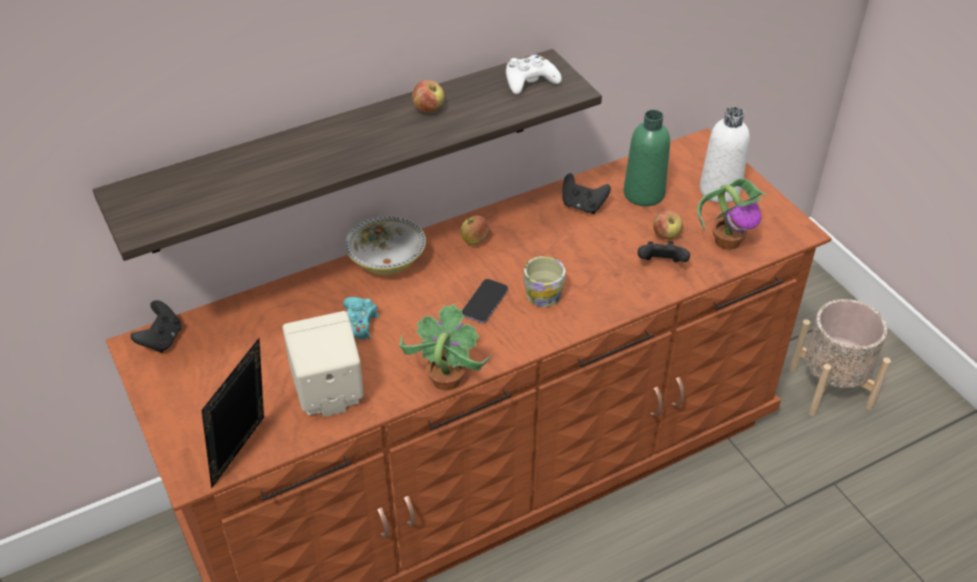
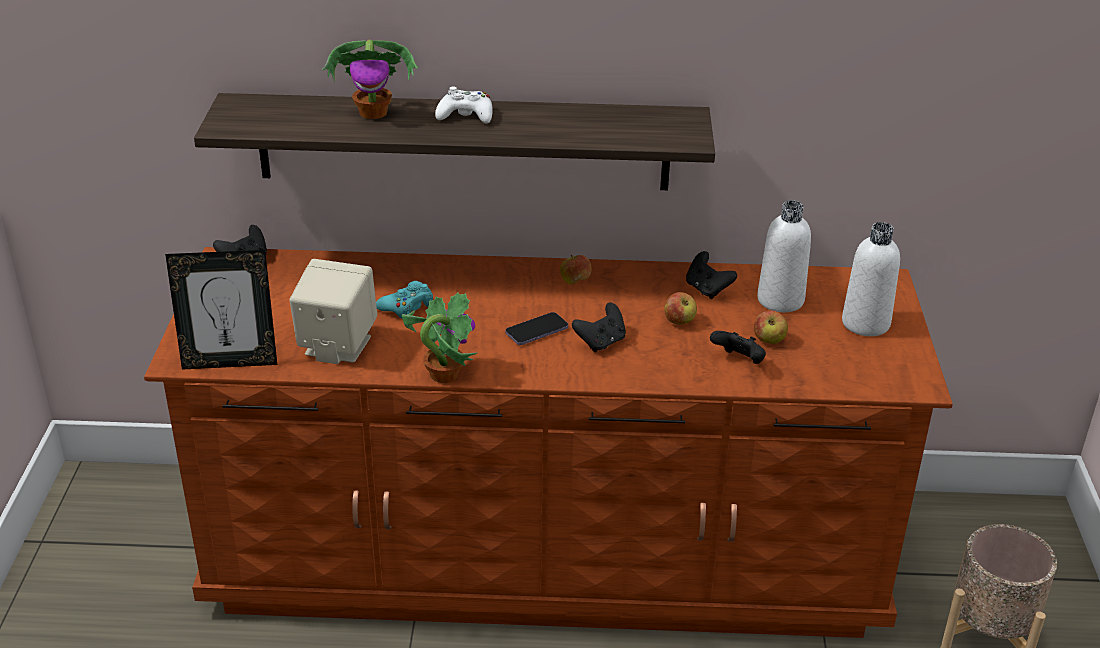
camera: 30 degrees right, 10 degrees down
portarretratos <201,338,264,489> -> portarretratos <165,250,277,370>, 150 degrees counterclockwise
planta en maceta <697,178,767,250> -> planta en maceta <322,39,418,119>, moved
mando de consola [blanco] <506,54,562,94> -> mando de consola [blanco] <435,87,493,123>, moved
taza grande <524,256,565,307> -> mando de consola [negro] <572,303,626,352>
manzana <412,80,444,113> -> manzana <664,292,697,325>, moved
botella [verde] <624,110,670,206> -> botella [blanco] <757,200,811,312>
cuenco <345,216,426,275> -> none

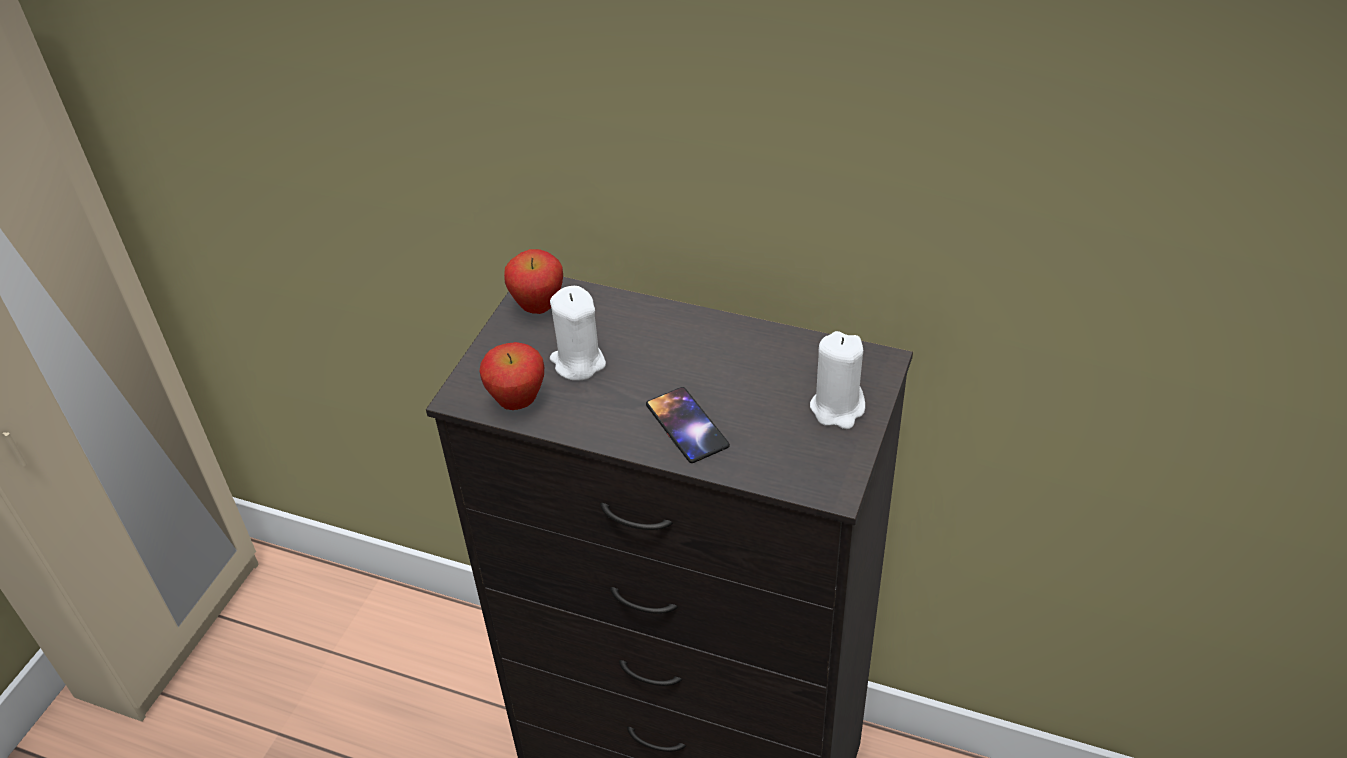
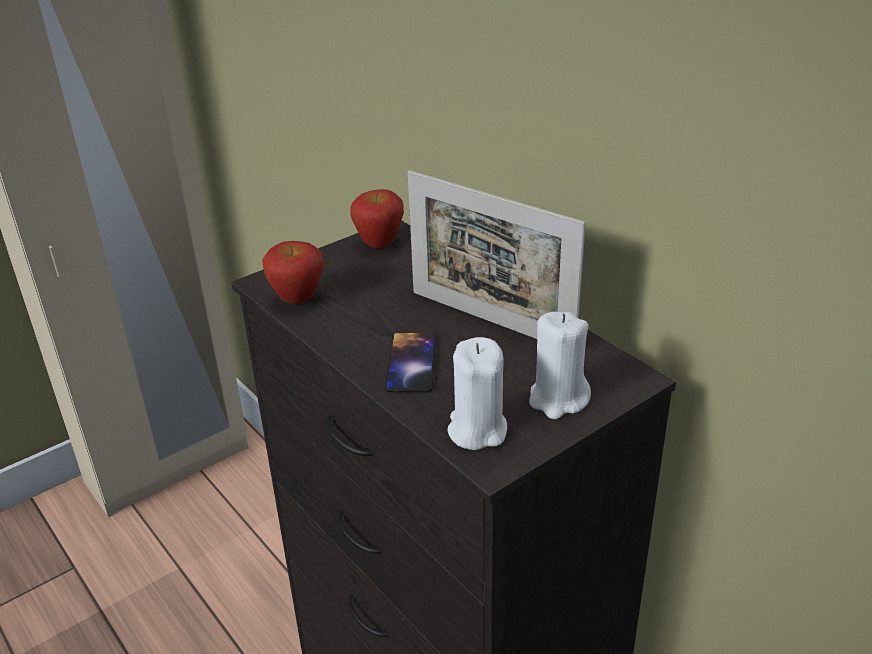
camera: 30 degrees right, 10 degrees down
none -> portarretratos <408,170,586,339>
vela [blanco] <550,286,606,381> -> vela [blanco] <447,337,507,450>, moved

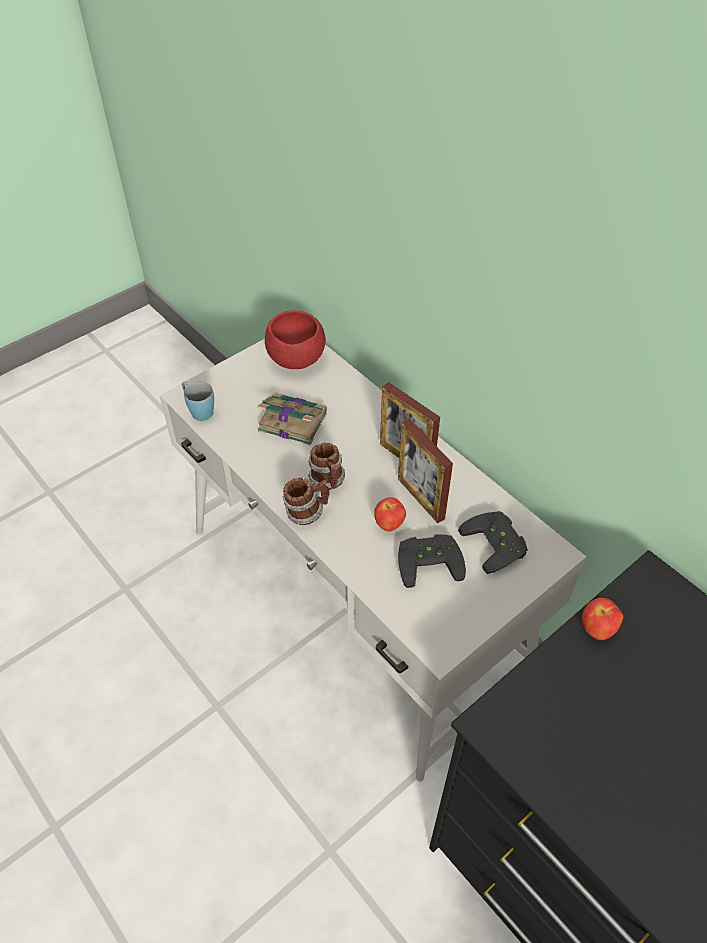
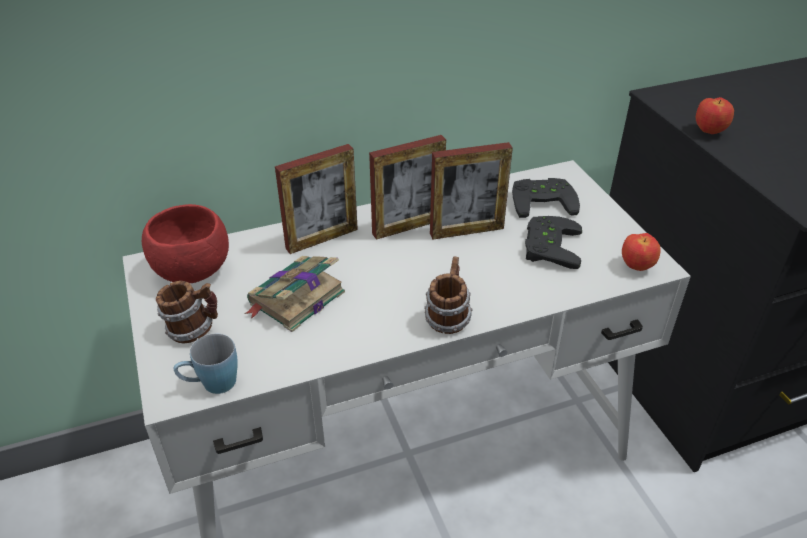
camera: 70 degrees left, 10 degrees down
taza grande <308,443,345,490> -> taza grande <156,281,218,344>, moved
none -> portarretratos <275,144,358,254>
manzana <374,497,406,532> -> manzana <622,233,661,271>, moved

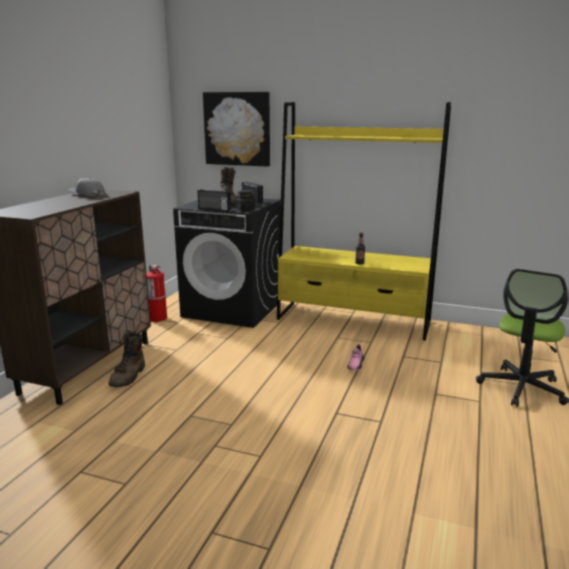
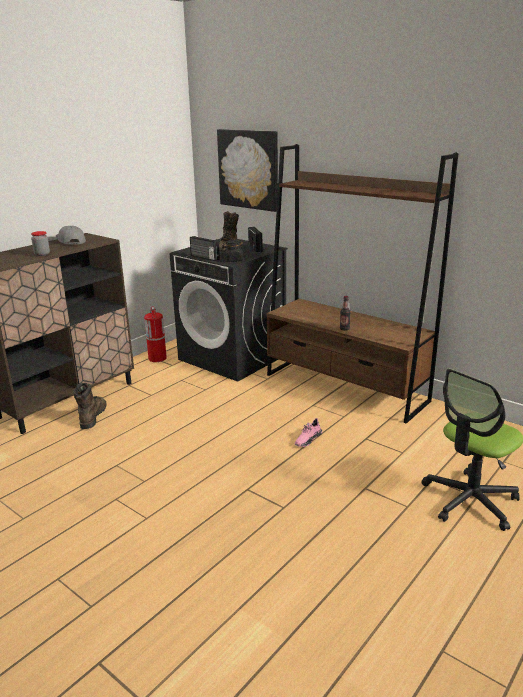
camera: 20 degrees right, 5 degrees up
none -> tarro <31,231,50,256>
bota [marrón] <109,332,145,387> -> bota [marrón] <73,383,106,429>, 150 degrees clockwise
estantería [amarillo] <277,102,451,340> -> estantería [marrón] <267,144,458,424>

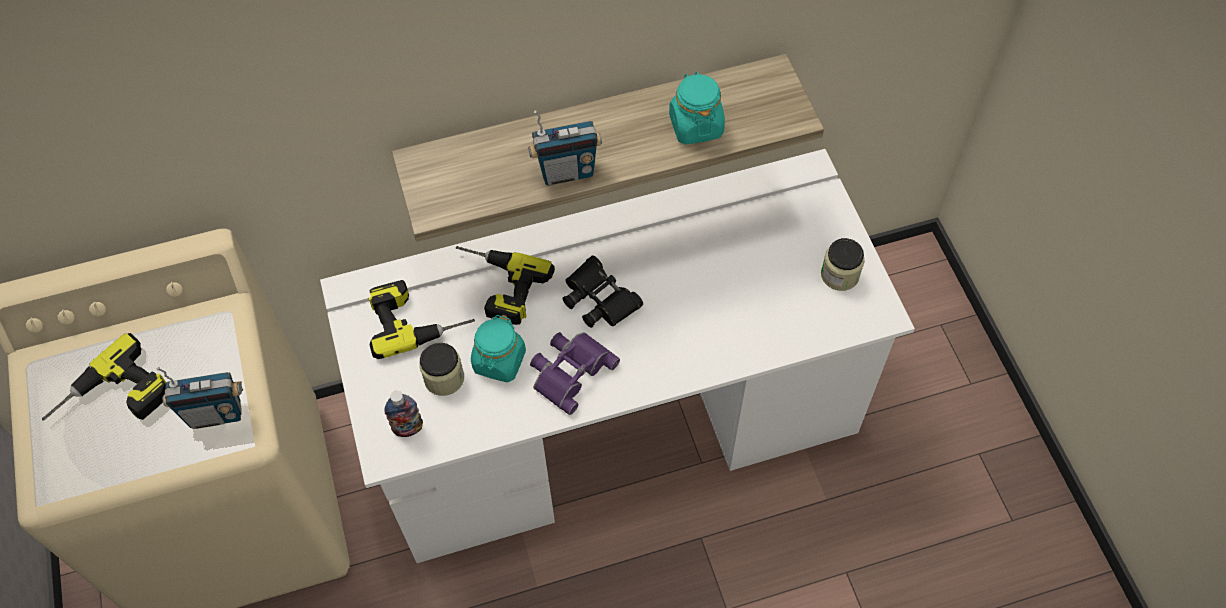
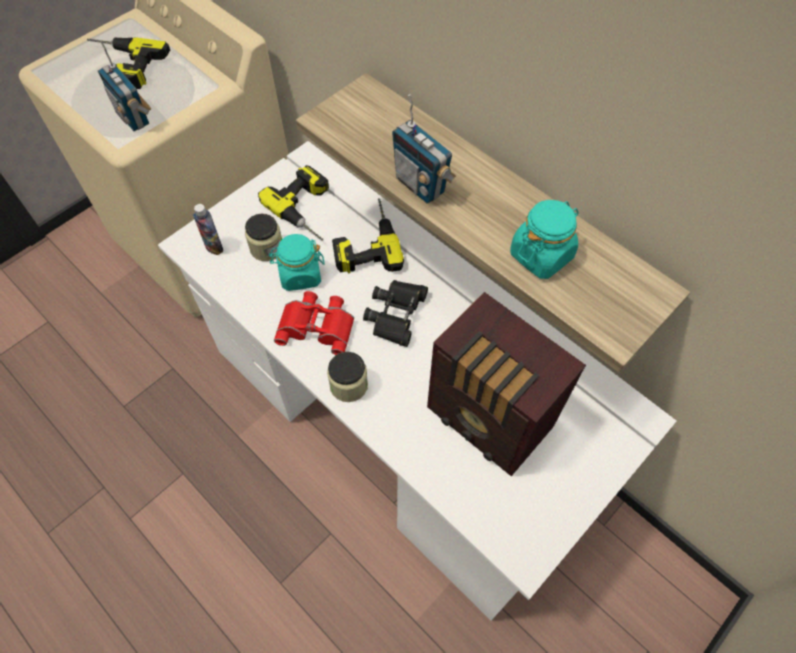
camera: 60 degrees right, 0 degrees up
prismáticos [morado] <530,332,620,415> -> prismáticos [rojo] <274,291,354,355>
tarro <821,238,865,291> -> tarro <327,352,368,402>, moved
none -> radio <427,292,586,476>

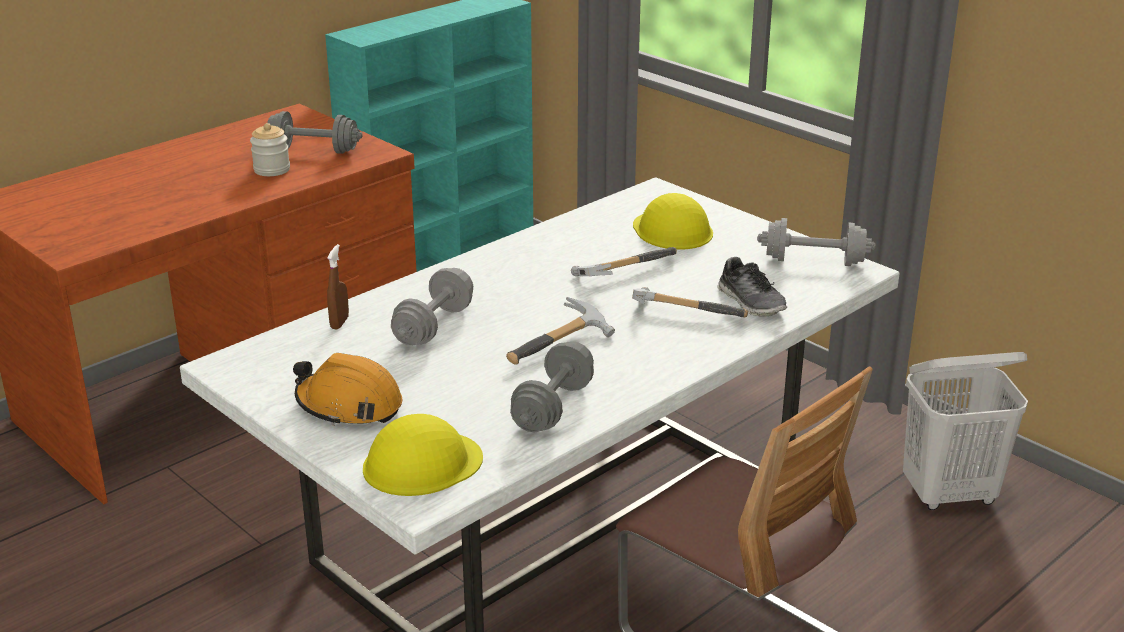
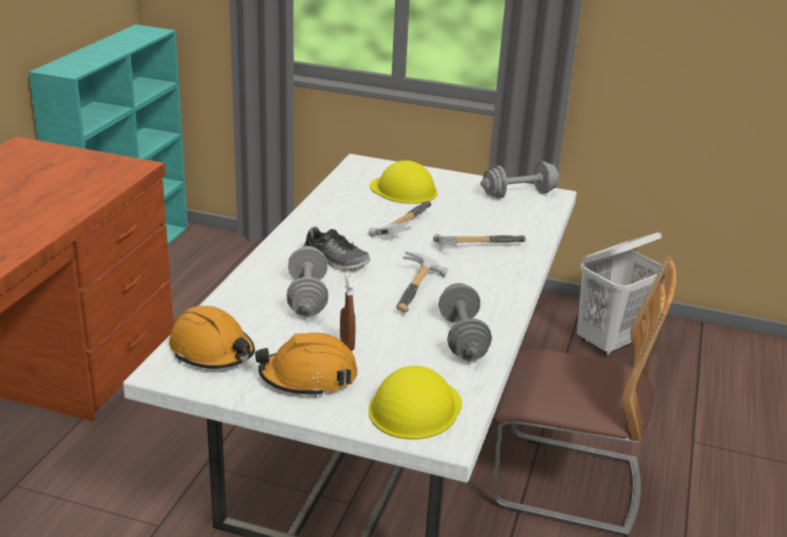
camera: 30 degrees left, 0 degrees up
none -> casco [naranja] <169,306,255,369>
zapato <717,257,787,317> -> zapato <303,227,370,272>, moved
pulverizador [marrón] <327,244,349,329> -> pulverizador [marrón] <340,273,355,351>, moved
tarro <250,123,290,176> -> none
mancuerna [gris] <267,111,363,154> -> none

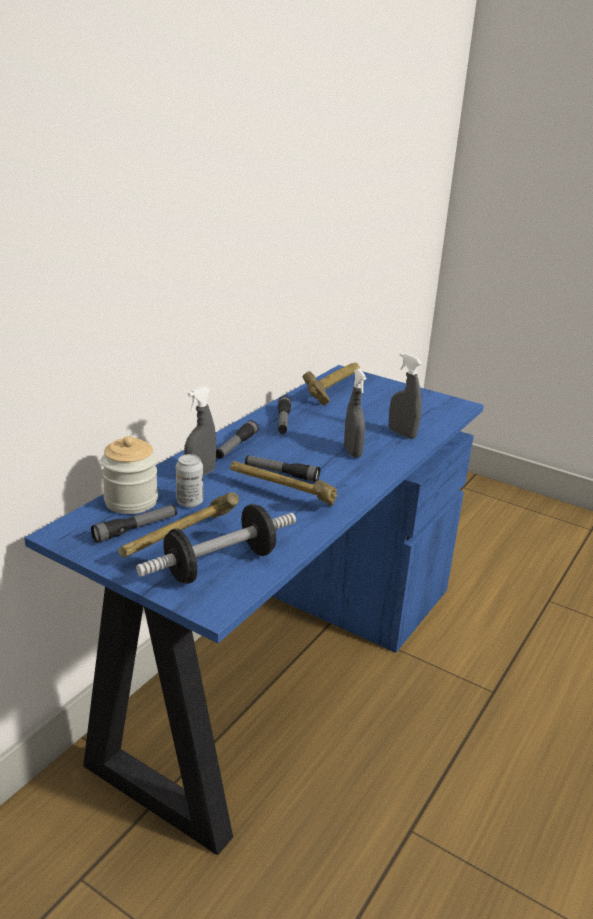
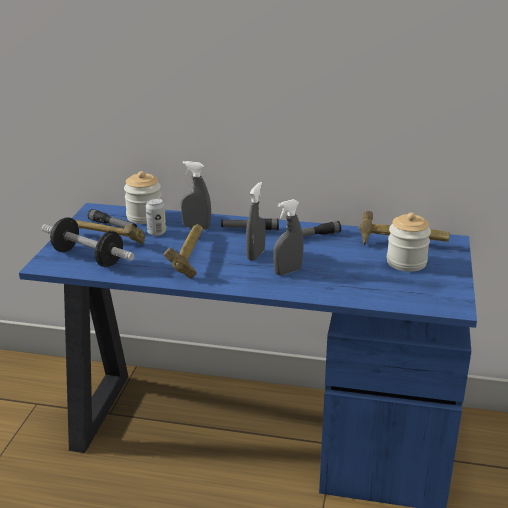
camera: 70 degrees right, 0 degrees up
pulverizador [gris] <389,352,422,439> -> pulverizador [gris] <246,182,266,261>, moved
none -> tarro <387,212,431,272>
linterna <245,455,320,482> -> none

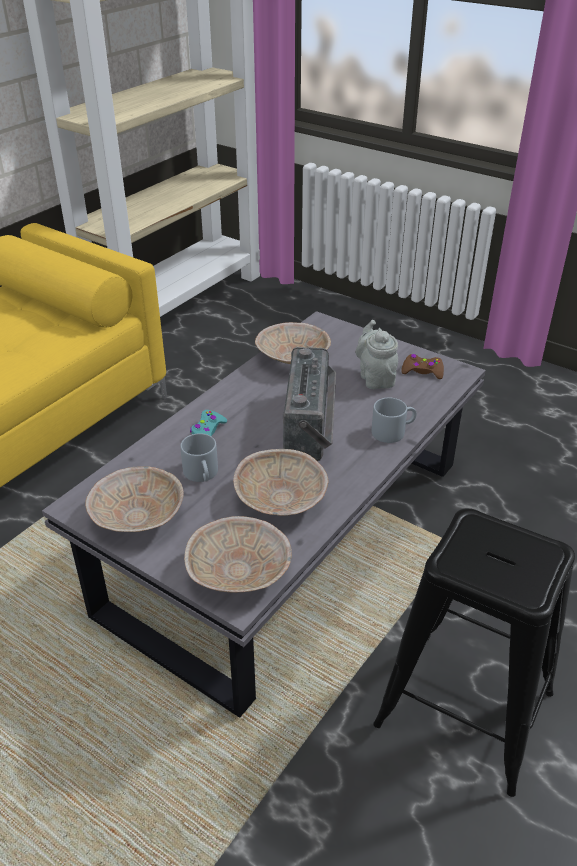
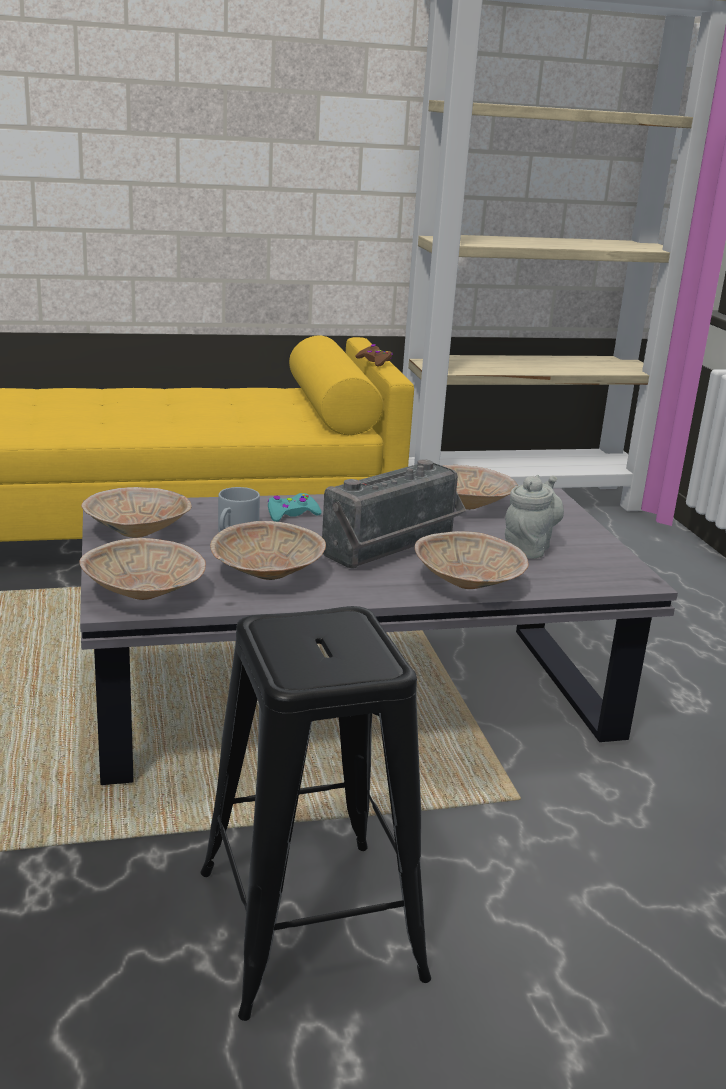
camera: 40 degrees right, 15 degrees down
mando de consola [marrón] <401,354,444,379> -> mando de consola [marrón] <355,344,393,367>, moved
taza grande [gris] <372,397,417,443> -> cuenco [beis] <415,531,529,589>

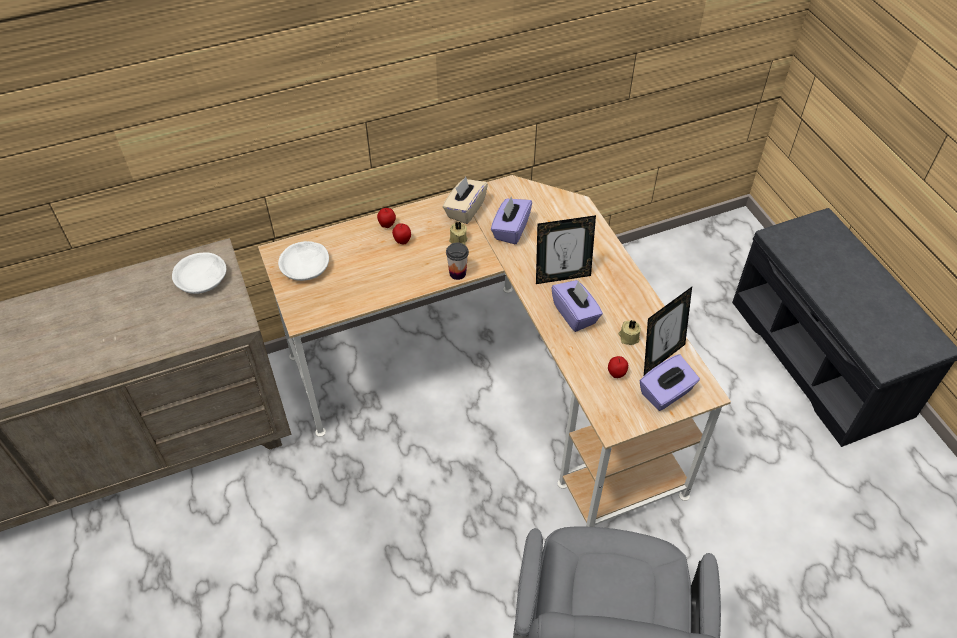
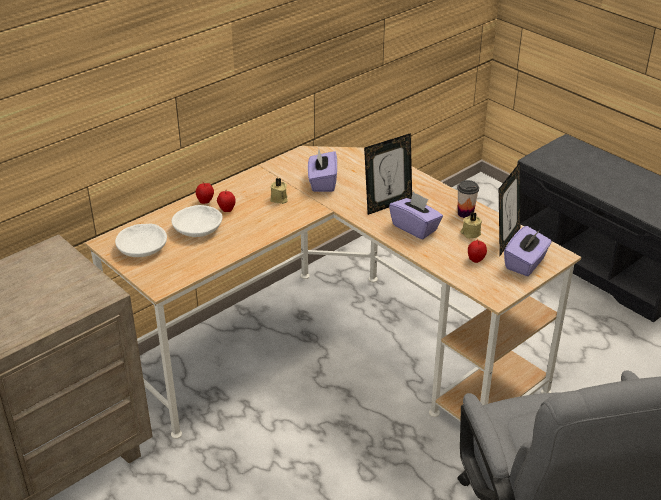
camera: 20 degrees left, 15 degrees down
cuenco [blanco] <172,252,227,294> -> cuenco [blanco] <172,205,223,237>, moved
taza <446,242,469,280> -> taza <457,180,479,218>, moved
caja de pañuelos [beis] <443,177,488,224> -> none

